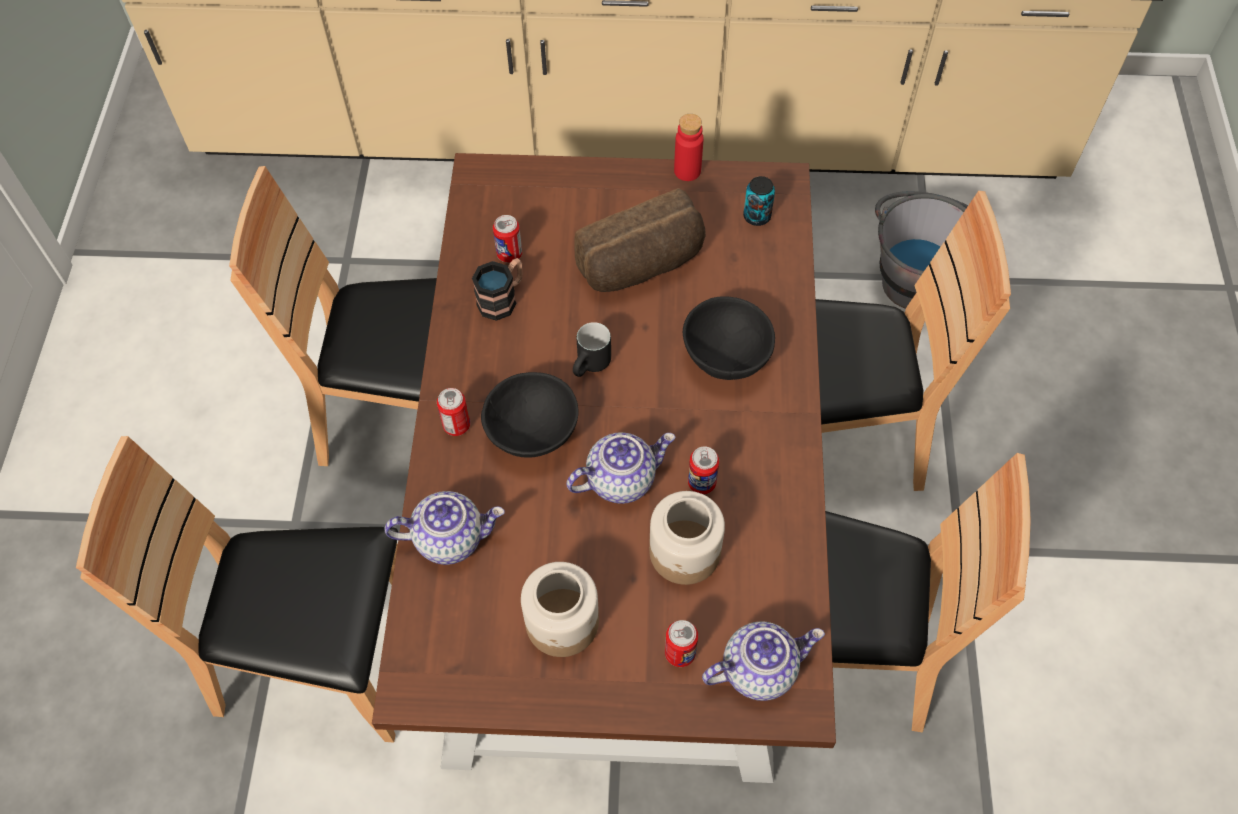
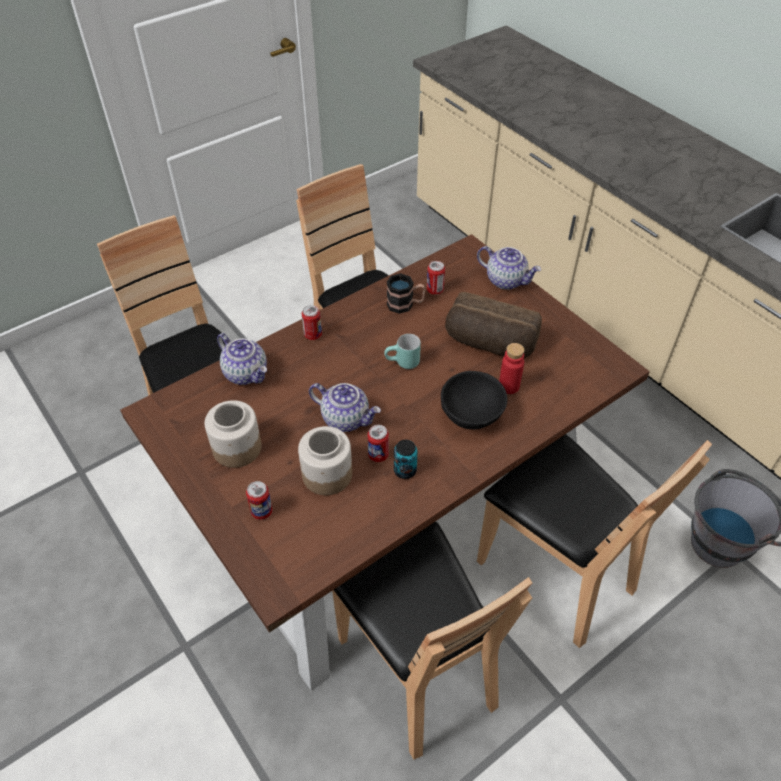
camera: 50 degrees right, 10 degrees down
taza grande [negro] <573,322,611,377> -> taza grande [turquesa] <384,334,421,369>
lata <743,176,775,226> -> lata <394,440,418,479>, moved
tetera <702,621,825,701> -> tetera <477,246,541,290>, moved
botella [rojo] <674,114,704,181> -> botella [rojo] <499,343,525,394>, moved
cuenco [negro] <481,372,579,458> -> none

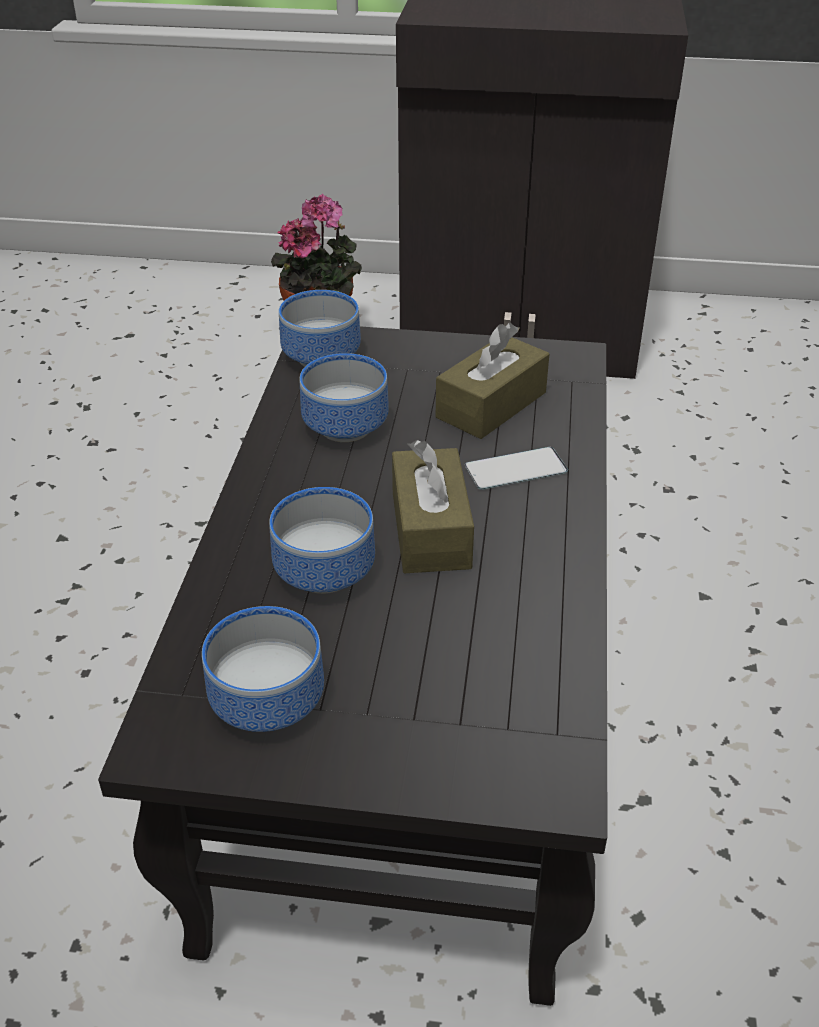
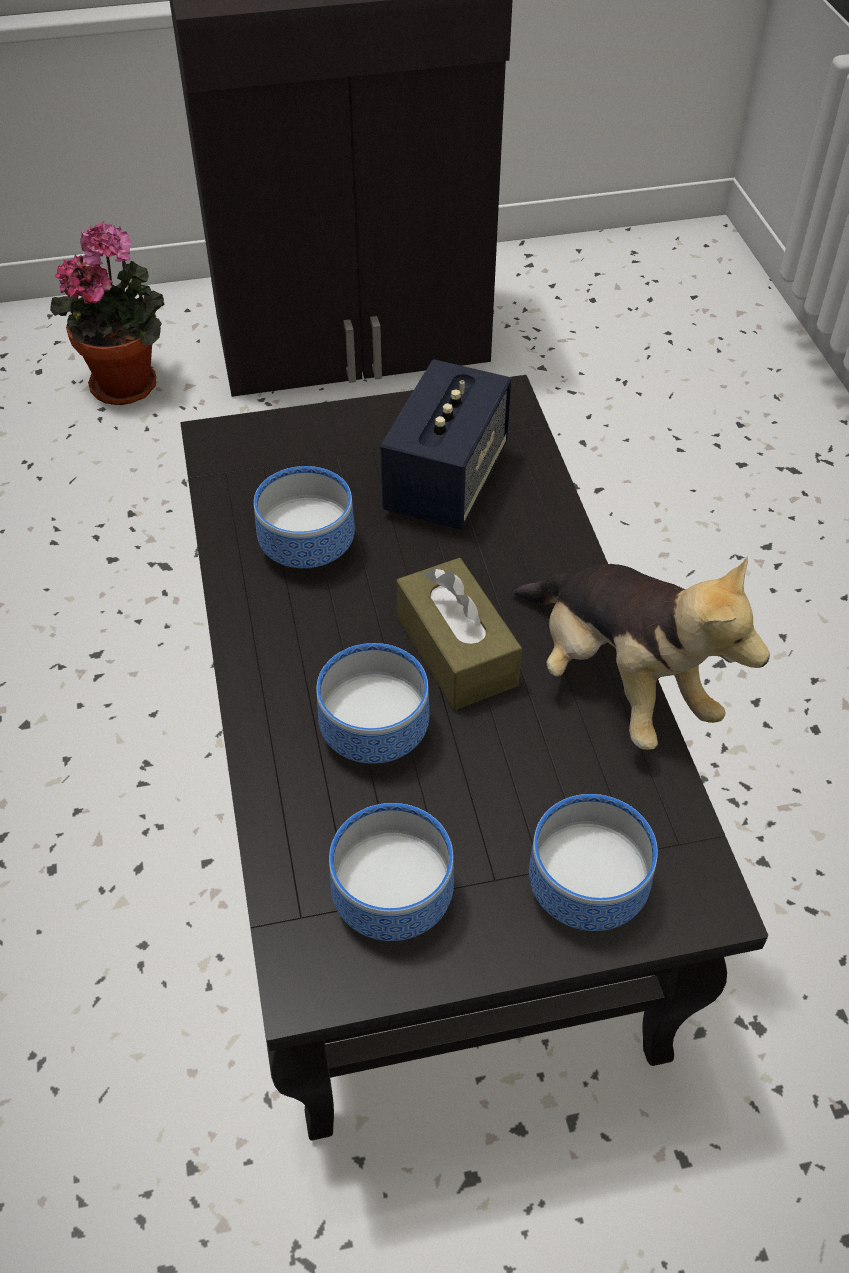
camera: 20 degrees left, 10 degrees up
caja de pañuelos [marrón] <436,323,549,439> -> altavoz <380,359,511,530>
none -> peluche <513,556,770,750>
cuenco <279,290,361,367> -> cuenco <529,794,658,931>, moved
móvil <465,447,568,490> -> none

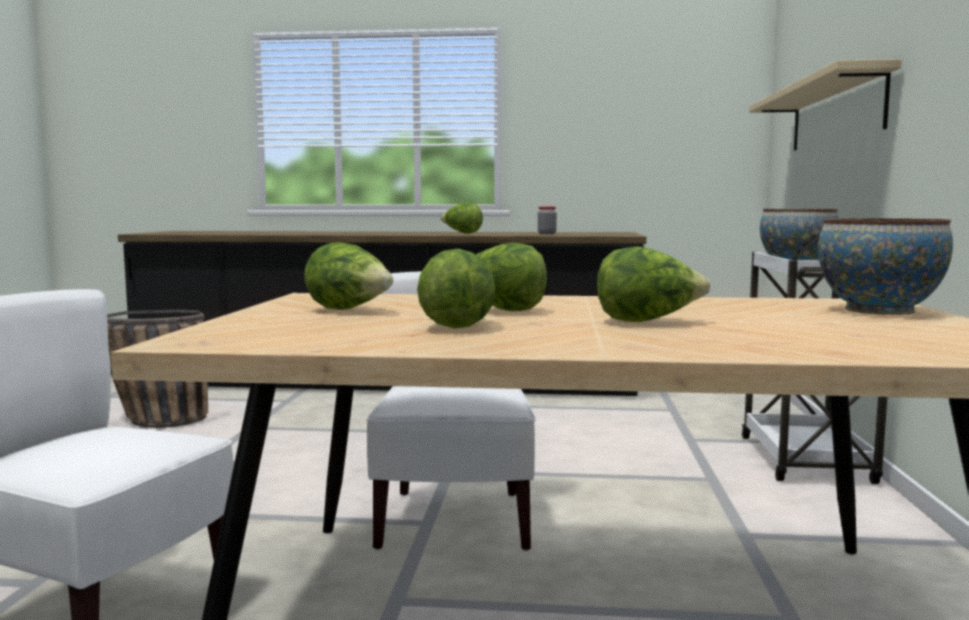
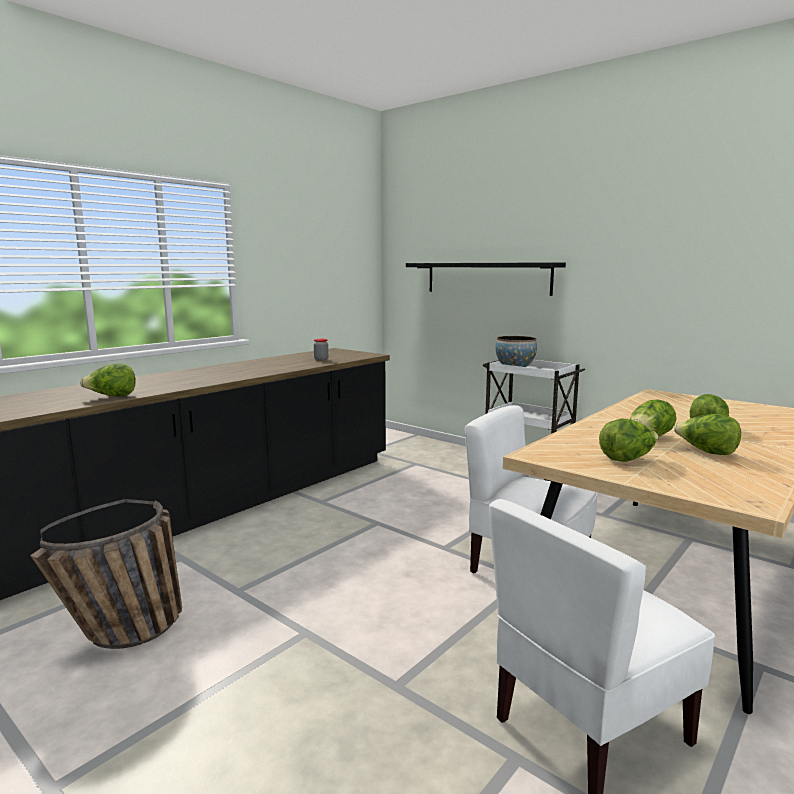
camera: 55 degrees left, 5 degrees up
lechuga <441,202,483,234> -> lechuga <80,363,136,397>, moved
estante [beis] <749,59,902,150> -> estante [negro] <406,262,566,296>
cuenco <818,218,953,315> -> none

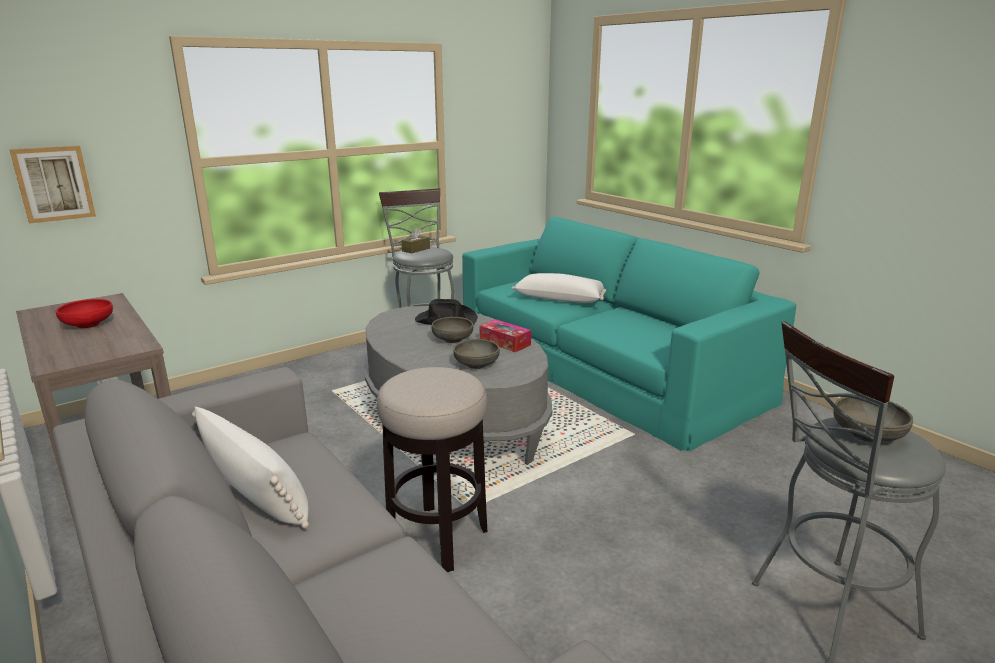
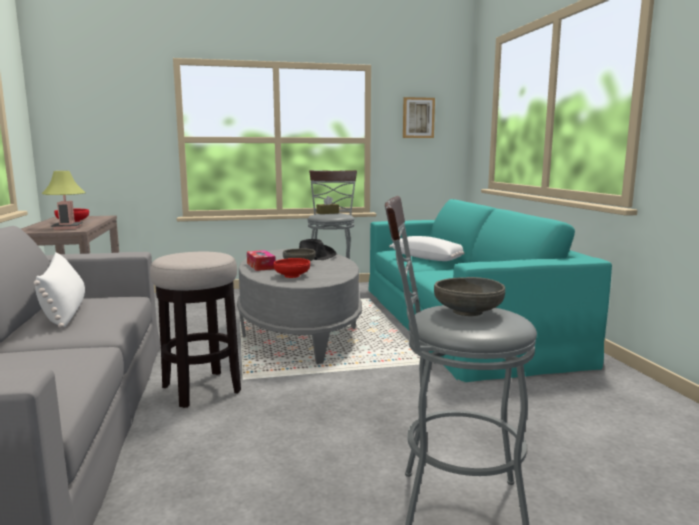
camera: 25 degrees right, 10 degrees down
none -> lámpara de mesa <42,171,86,230>
caja de pañuelos <480,319,531,352> -> caja de pañuelos <247,250,276,271>, moved
cuenco [gris] <453,339,500,369> -> cuenco [rojo] <273,258,310,278>
cuadro <9,146,96,224> -> cuadro <403,97,435,138>, moved

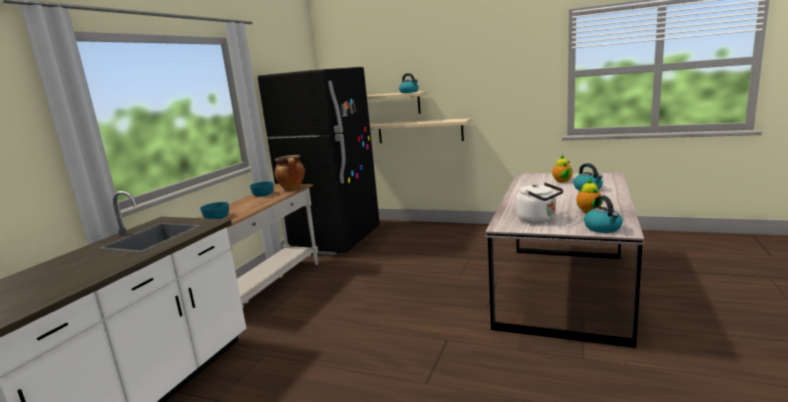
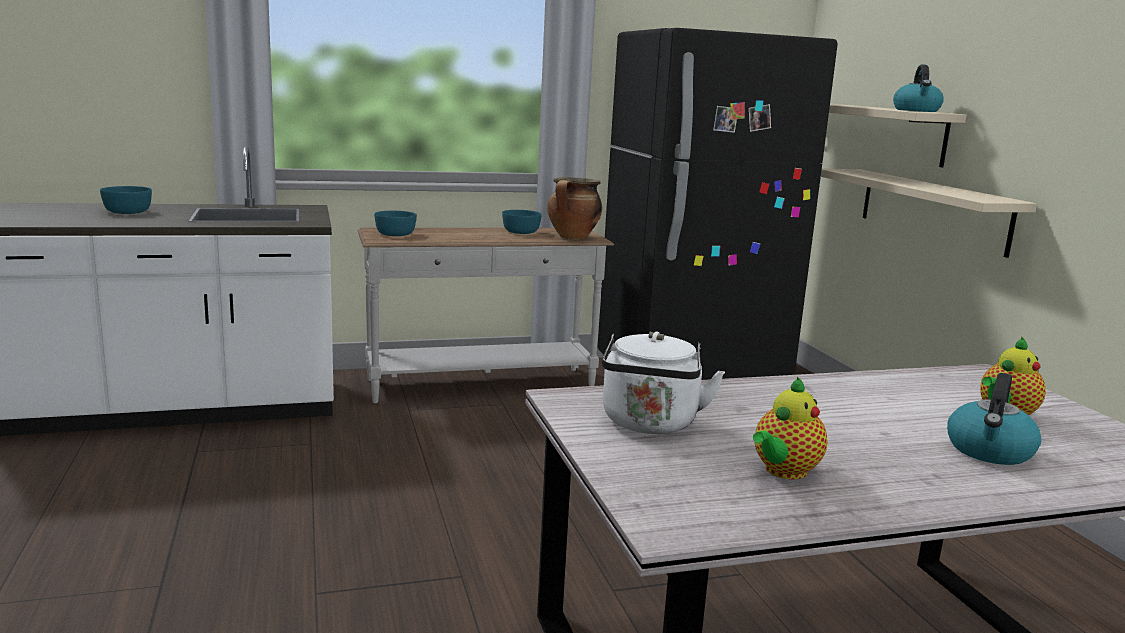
camera: 50 degrees right, 0 degrees up
none -> cuenco [turquesa] <100,186,152,214>
hervidor <584,195,623,233> -> none

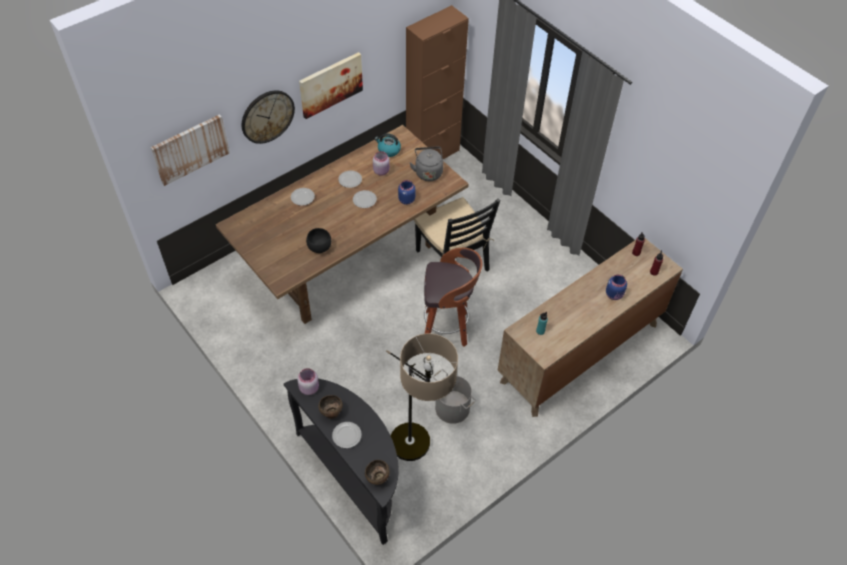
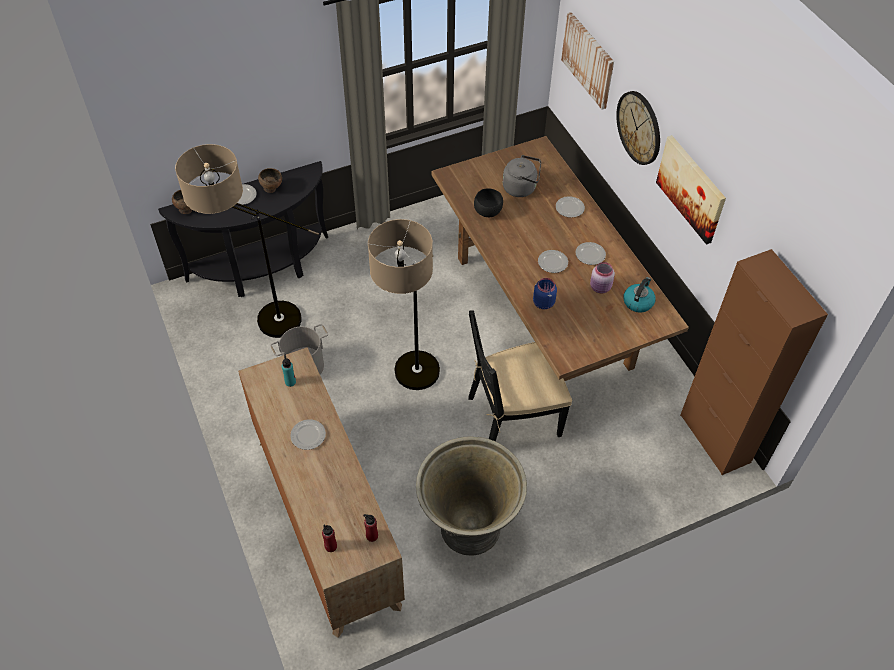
camera: 105 degrees right, 0 degrees up
none -> plato <290,419,326,450>
taburete <424,248,482,347> -> lámpara de pie <368,219,440,390>
none -> maceta [gris] <416,436,527,555>
hervidor [gris] <409,146,443,181> -> hervidor [gris] <503,155,541,197>, moved
tarro [rosa] <297,368,319,395> -> none
tarro [azul] <606,274,627,300> -> none

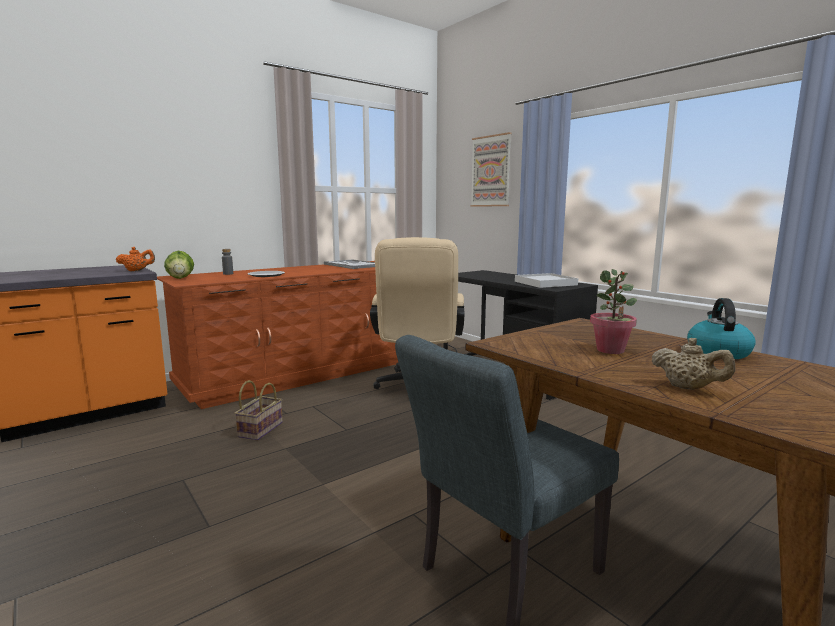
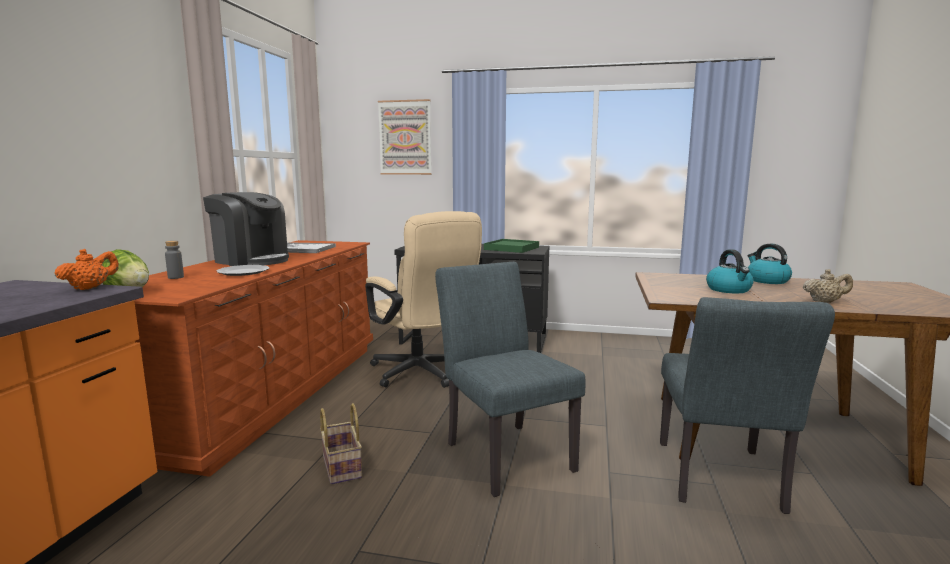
camera: 40 degrees left, 0 degrees up
none -> cafetera <203,192,289,266>
none -> silla [gris] <435,262,586,497>
bandeja [blanco] <515,273,578,288> -> bandeja [verde] <484,239,539,253>
planta en maceta <590,269,637,354> -> hervidor <706,249,754,293>

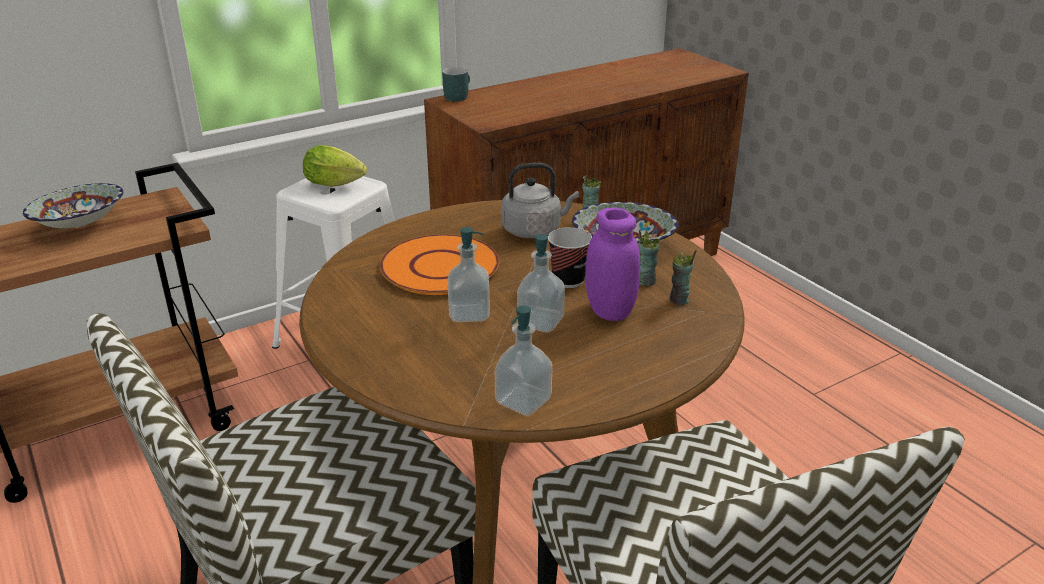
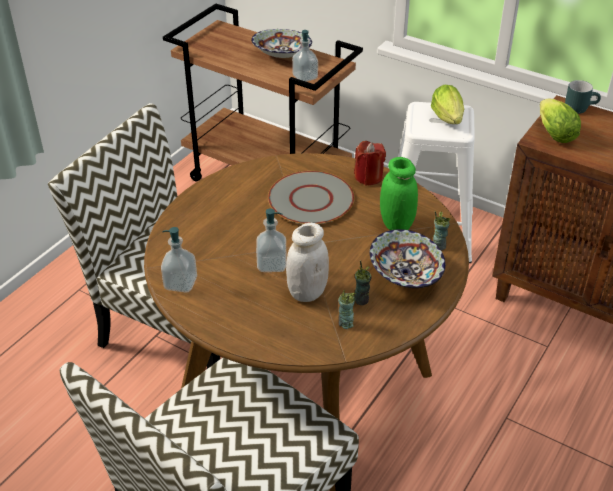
camera: 65 degrees right, 10 degrees up
plato [naranja] <380,234,499,295> -> plato [gris] <268,171,355,225>
tarro [morado] <585,207,640,321> -> tarro [blanco] <286,223,329,302>
dispensador de jabón <448,227,490,322> -> dispensador de jabón <292,30,318,82>, moved
none -> vela [rojo] <354,141,386,185>
hervidor [gris] <501,163,579,238> -> tarro [verde] <380,157,418,230>
none -> lechuga <540,99,581,143>
taza <548,227,592,288> -> none

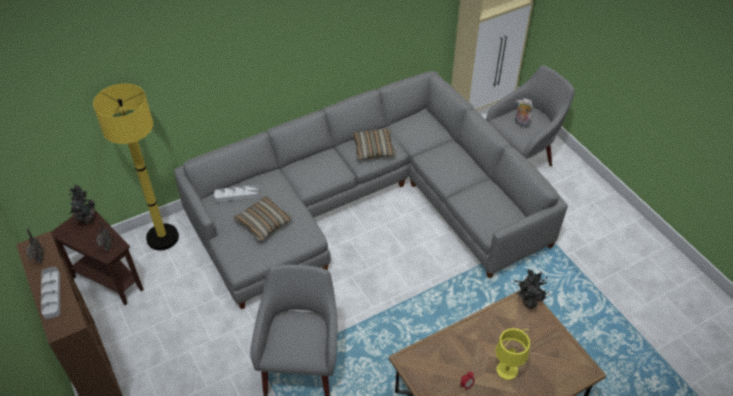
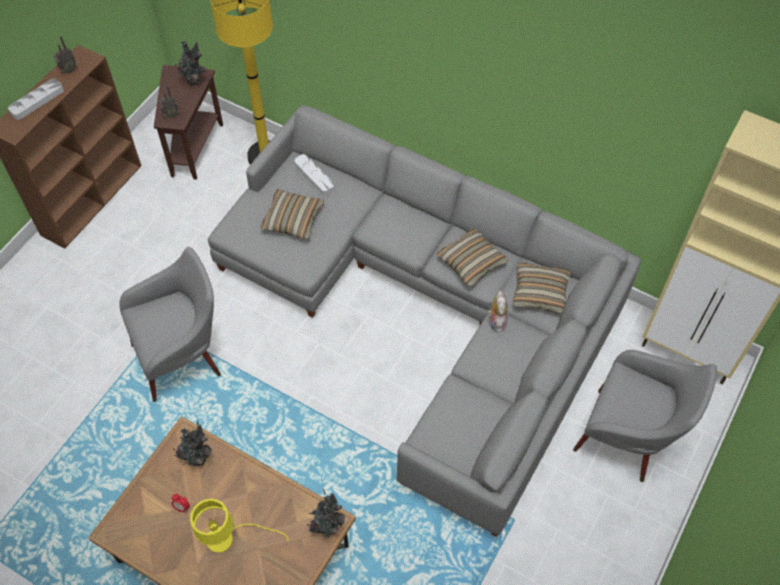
camera: 60 degrees right, 10 degrees up
none -> planta en maceta <173,420,212,467>
peluche <515,98,533,128> -> peluche <488,290,508,333>, moved
none -> cojín <513,262,571,314>

